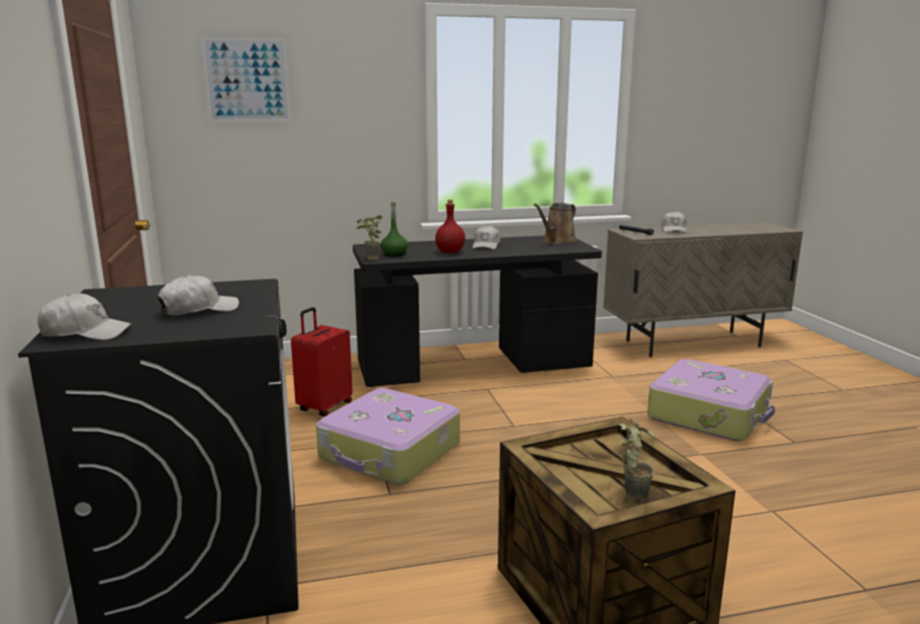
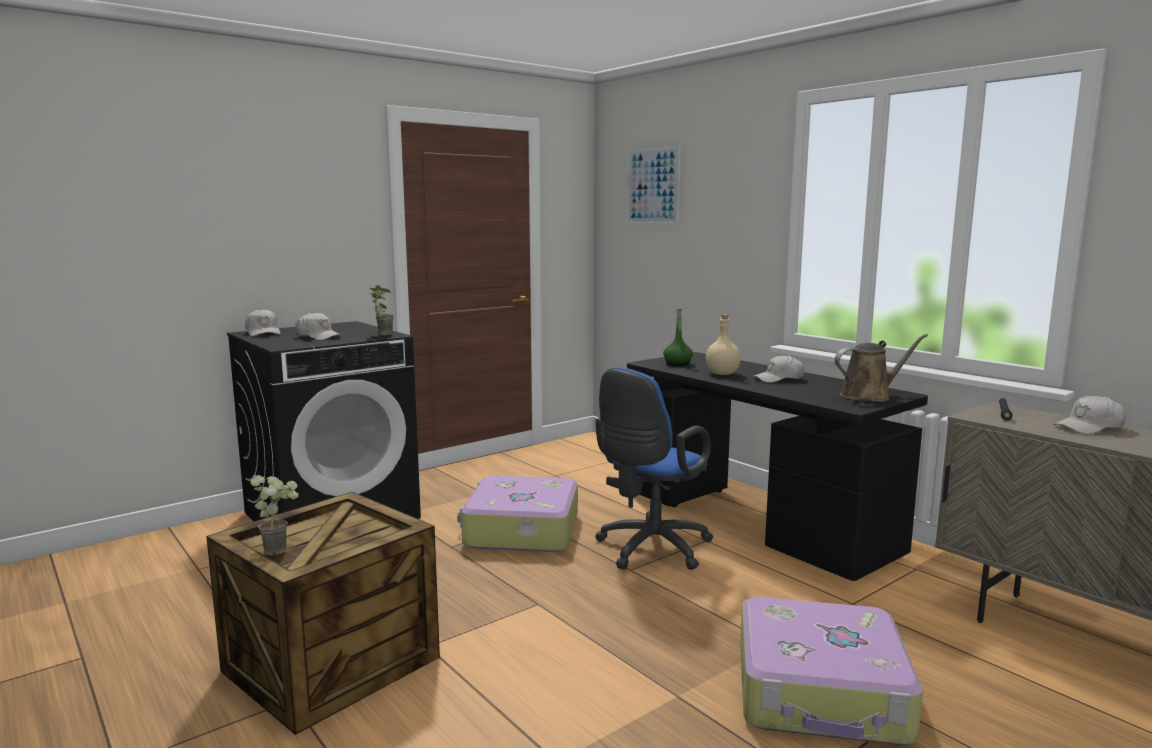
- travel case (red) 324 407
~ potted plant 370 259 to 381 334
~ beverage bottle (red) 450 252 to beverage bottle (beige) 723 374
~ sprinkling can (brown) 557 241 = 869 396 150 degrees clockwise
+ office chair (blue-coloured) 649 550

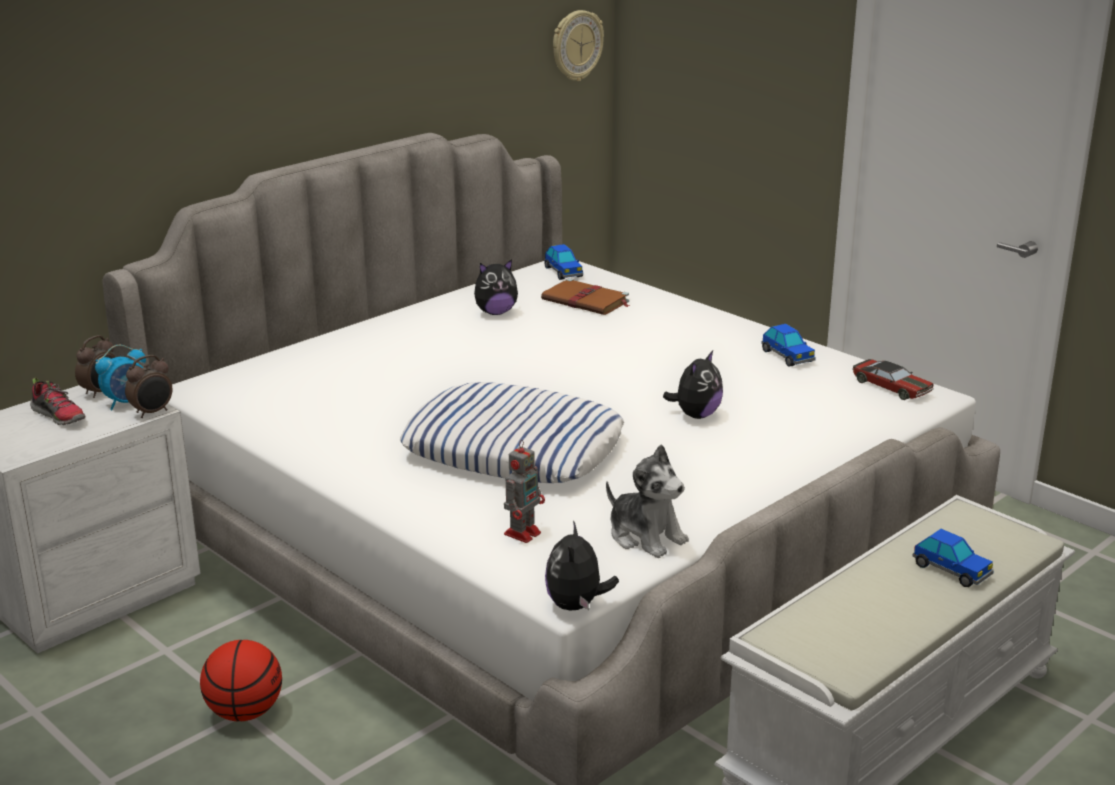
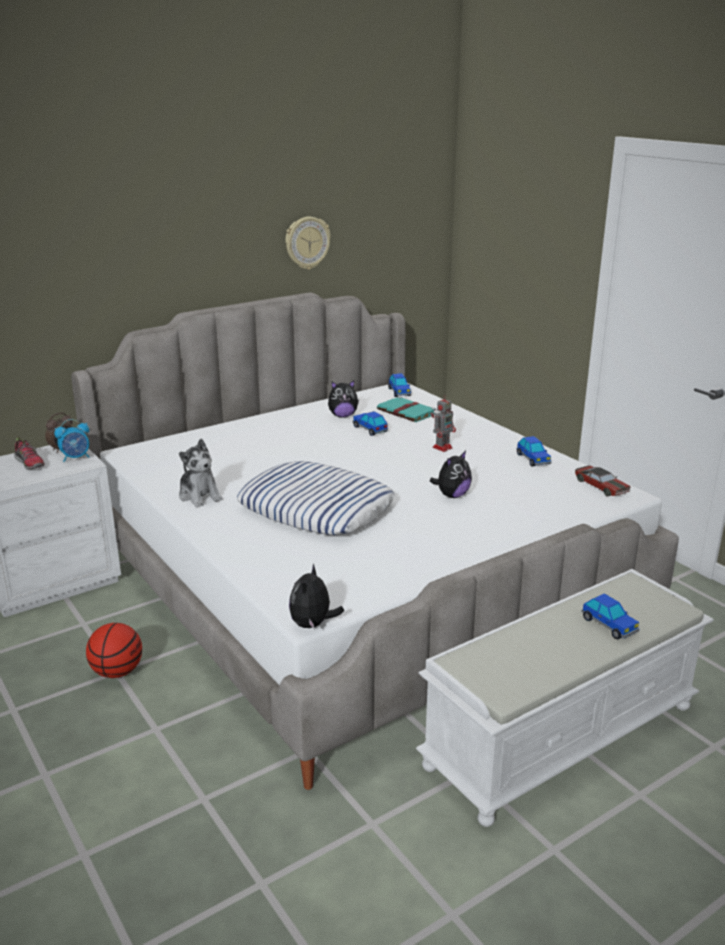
- bedside clock 152 412
~ model robot 523 532 to 443 447
~ volume (brown) 586 301 to volume (blue-green) 407 412
~ clock on the wall 576 45 to 307 243
~ plush toy 646 536 to 200 496
+ toy car 370 429

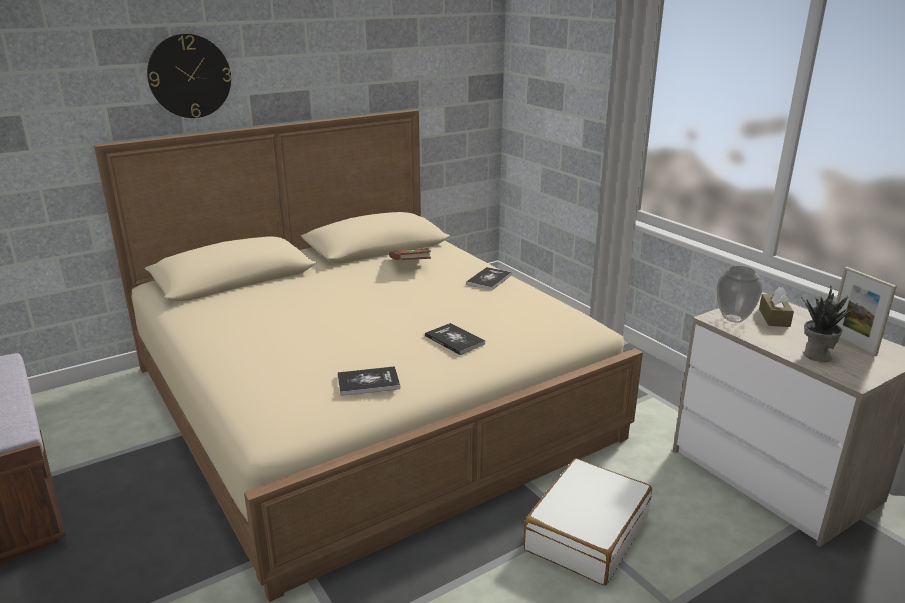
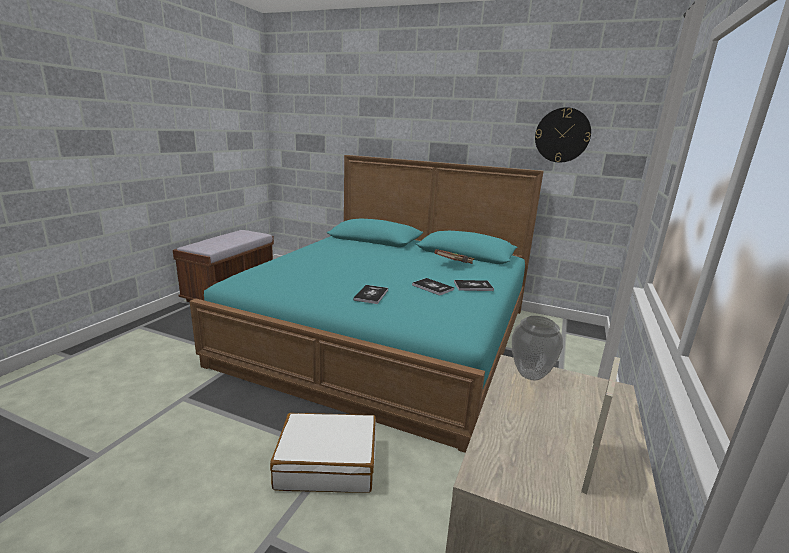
~ bed (beige) 365 400 to bed (blue-green) 386 334
~ clock on the wall 189 76 to 562 135
~ volume 368 382 to 432 287
- tissue box (brown) 774 318
- potted plant 816 355

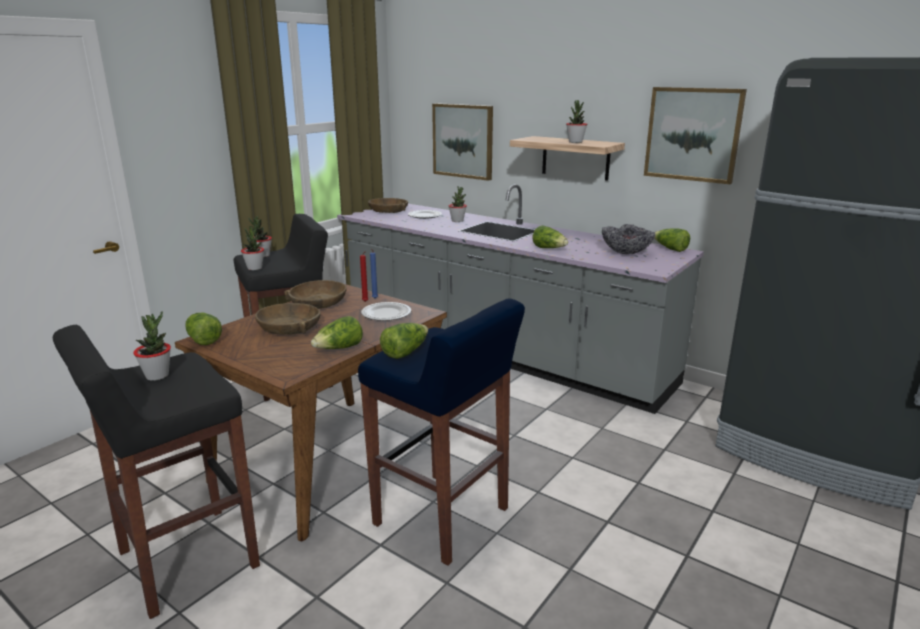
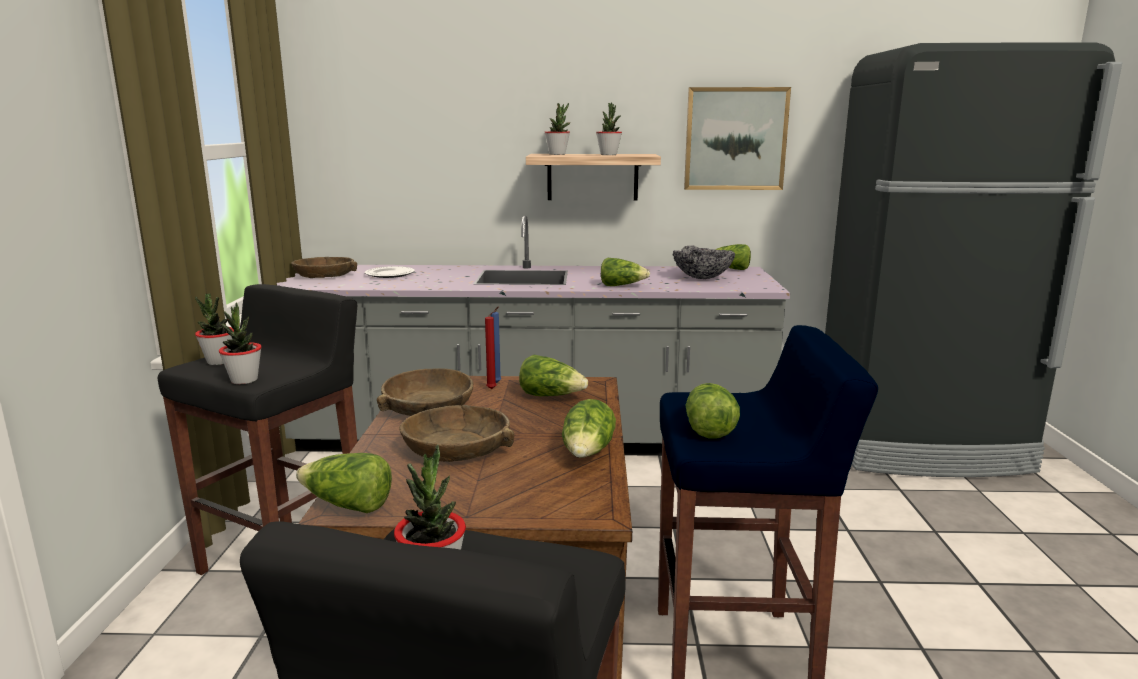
~ plate 386 313 to lettuce 551 396
- wall art 463 141
~ potted plant 457 221 to 557 154

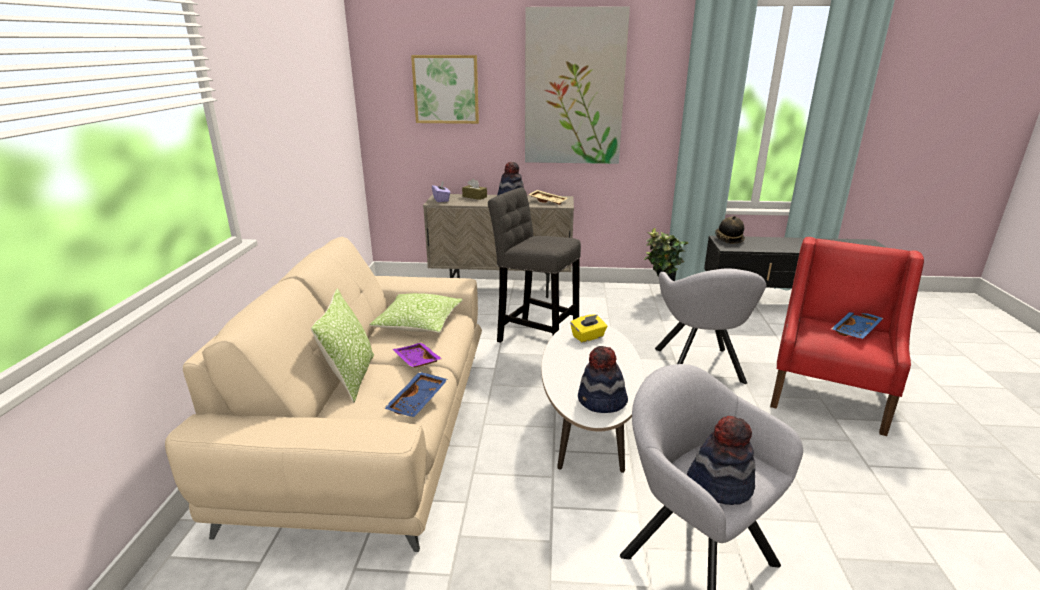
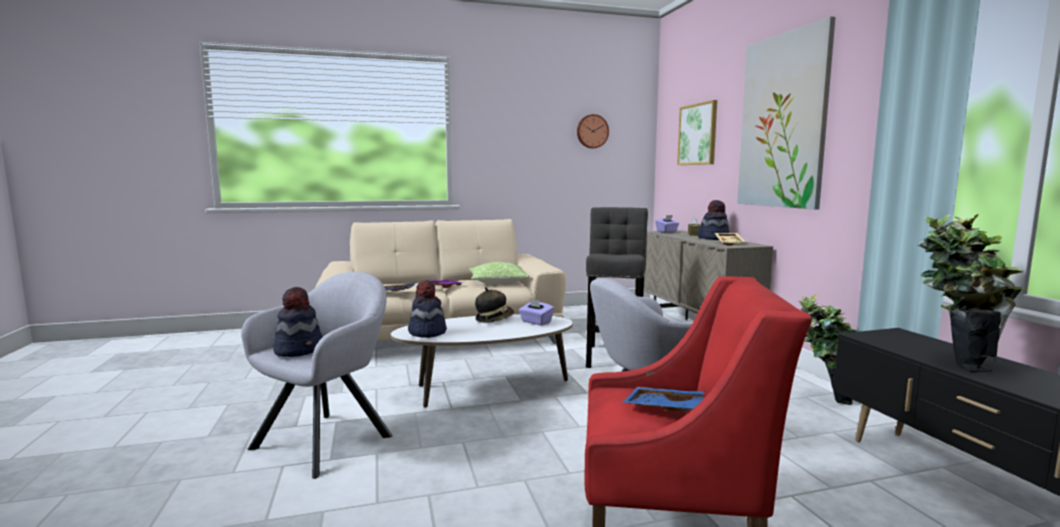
- cushion 351 377
~ tissue box (yellow) 588 337 to tissue box (purple-coloured) 536 322
~ hat 728 239 to 494 319
+ clock on the wall 592 131
+ potted plant 955 361

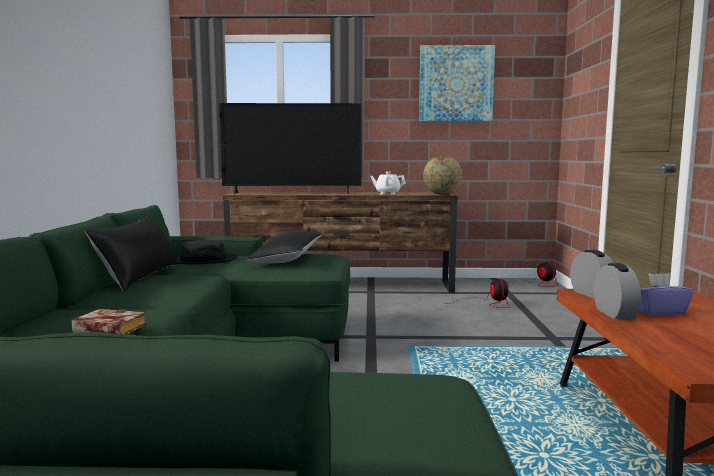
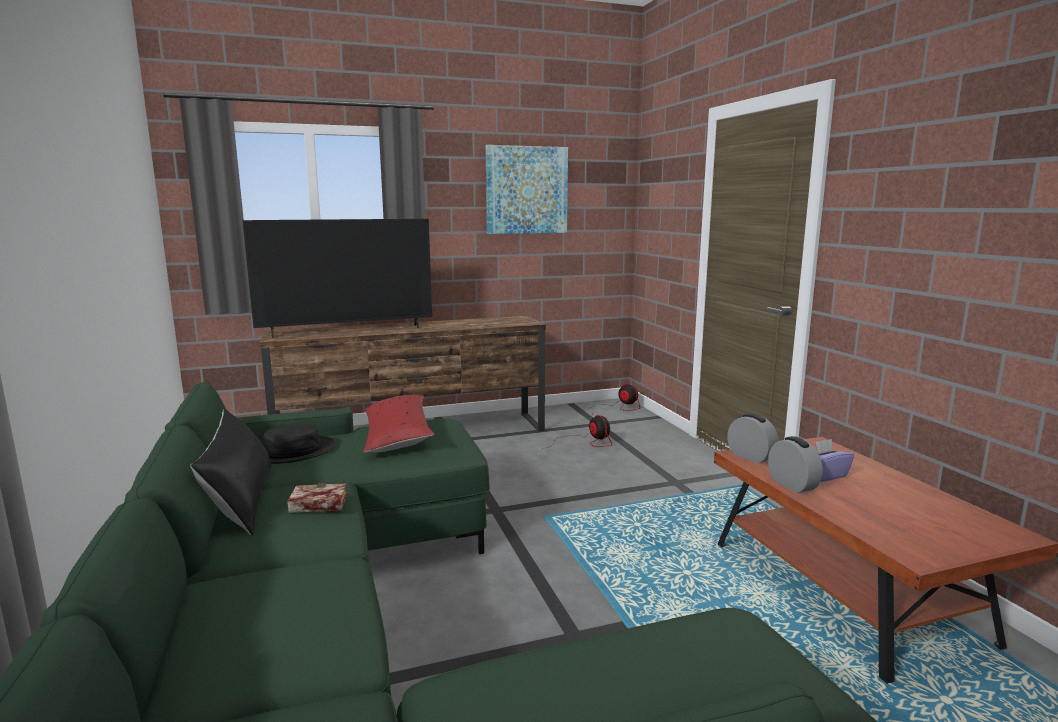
~ volume 106 329 to 316 505
~ cushion (blackish) 287 258 to cushion (red) 397 435
- pot for tea (whitish) 387 193
- world globe 442 194

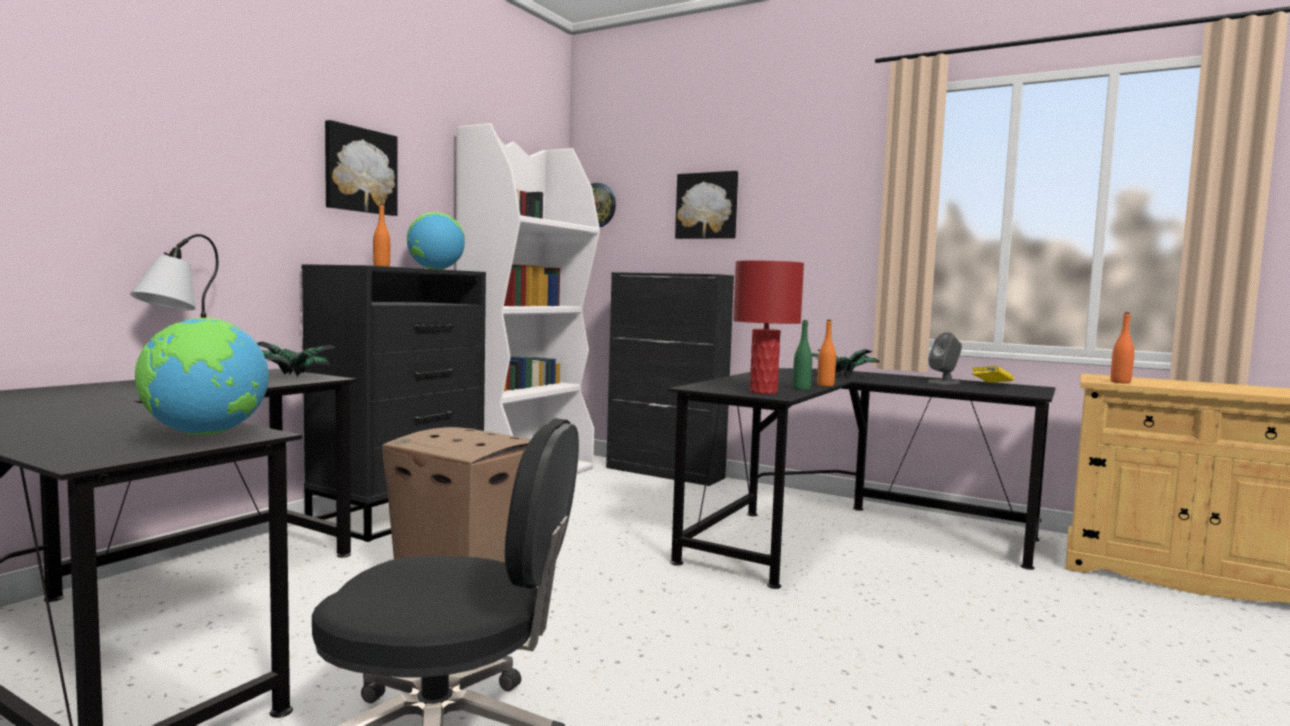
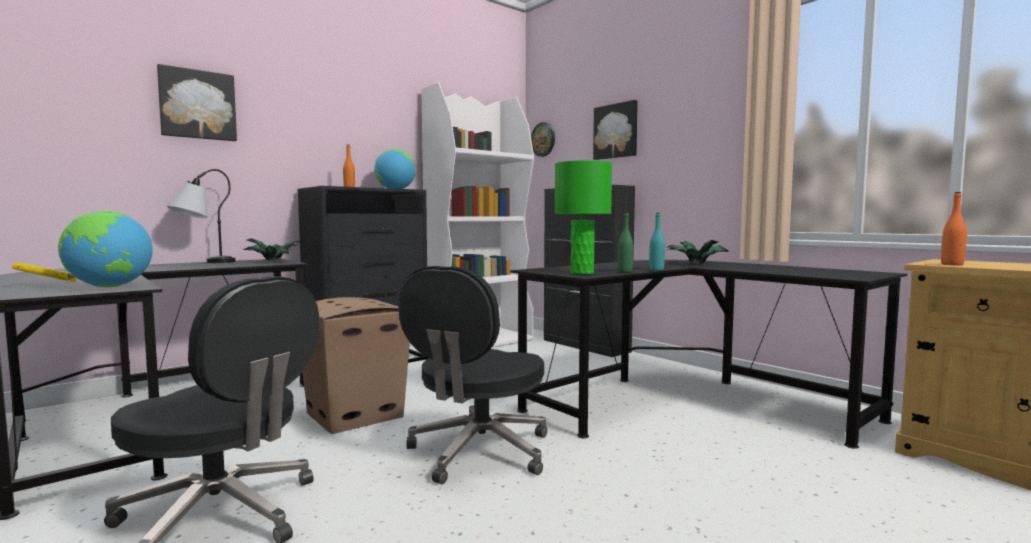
~ wall art 360 170 to 197 105
~ table lamp (red) 763 392 to table lamp (green-coloured) 582 273
~ beverage bottle (orange) 825 385 to beverage bottle (blue-green) 656 269
- loudspeaker (gray) 944 382
~ volume (yellow) 991 384 to 47 284
+ office chair (blackish) 478 452

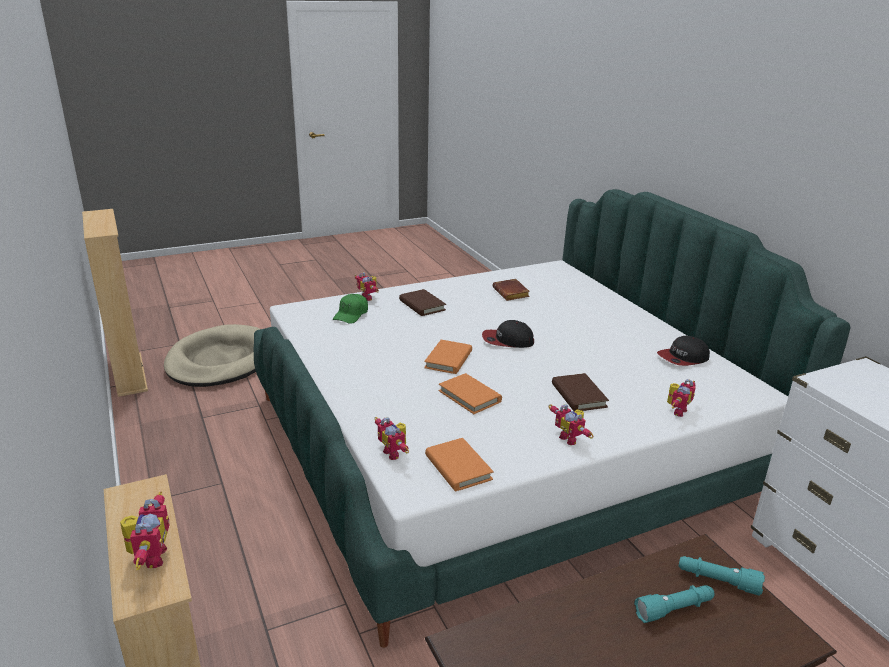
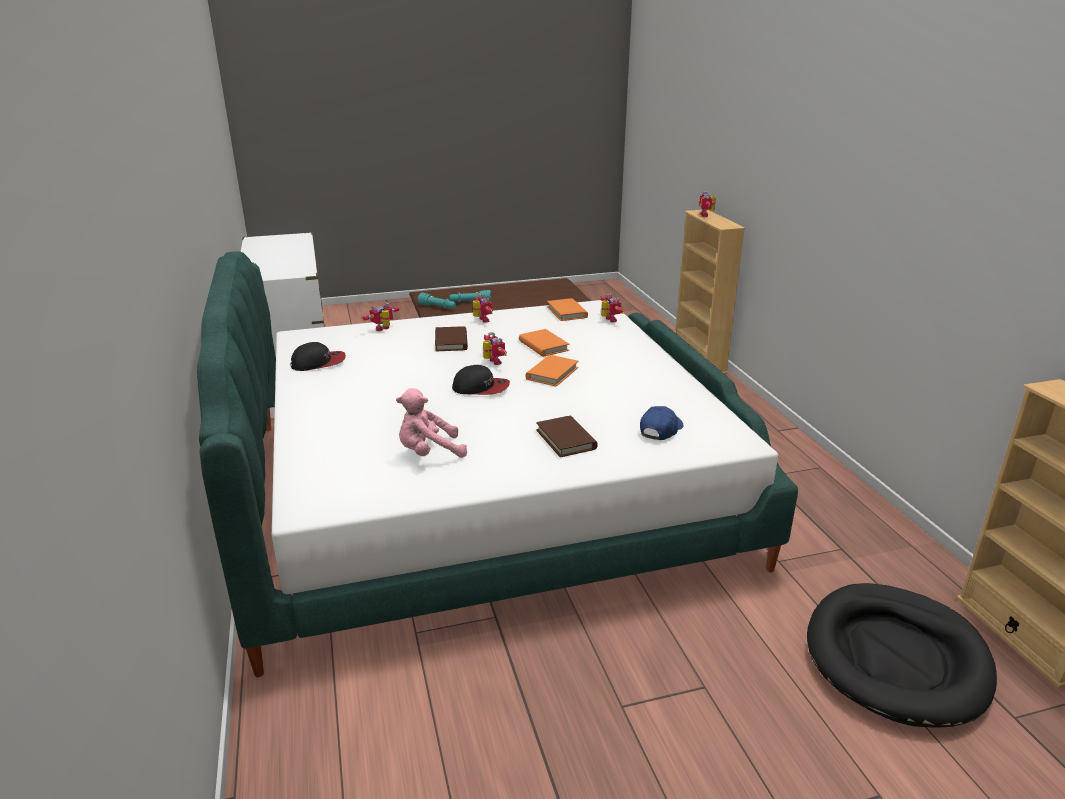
~ dog cushion (beige) 220 361 to dog cushion (blackish) 896 658
~ peaked cap (green-coloured) 351 315 to peaked cap (blue-coloured) 660 430
~ model robot 369 297 to 492 362
~ volume (brown) 512 293 to plush toy (pink-coloured) 429 453

